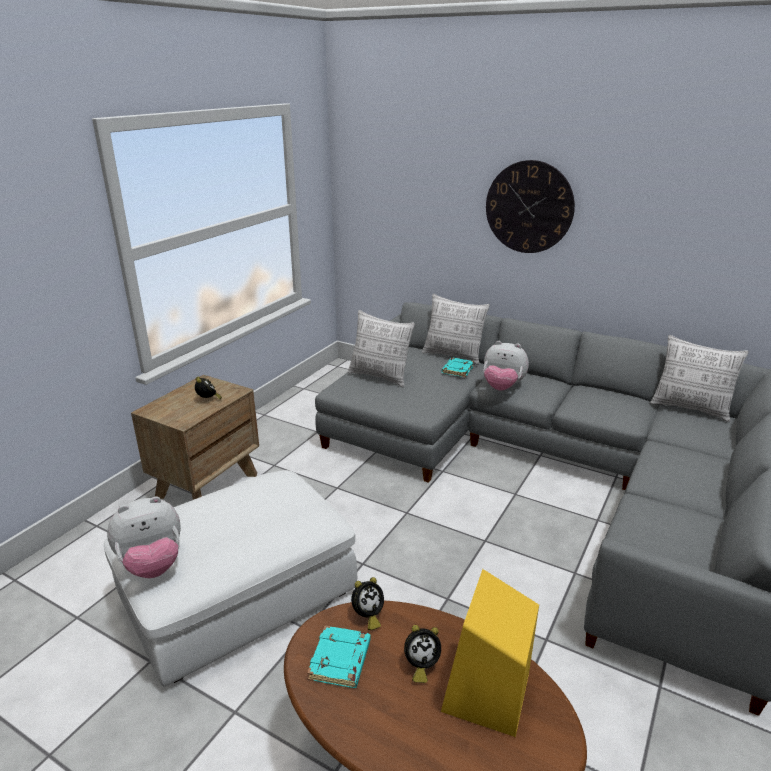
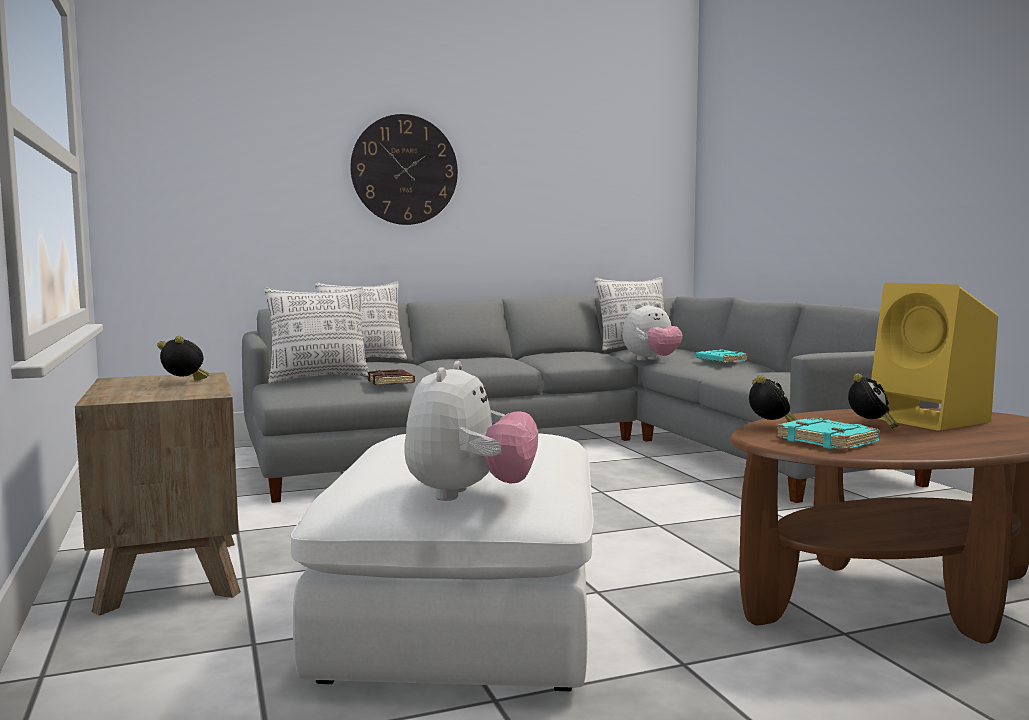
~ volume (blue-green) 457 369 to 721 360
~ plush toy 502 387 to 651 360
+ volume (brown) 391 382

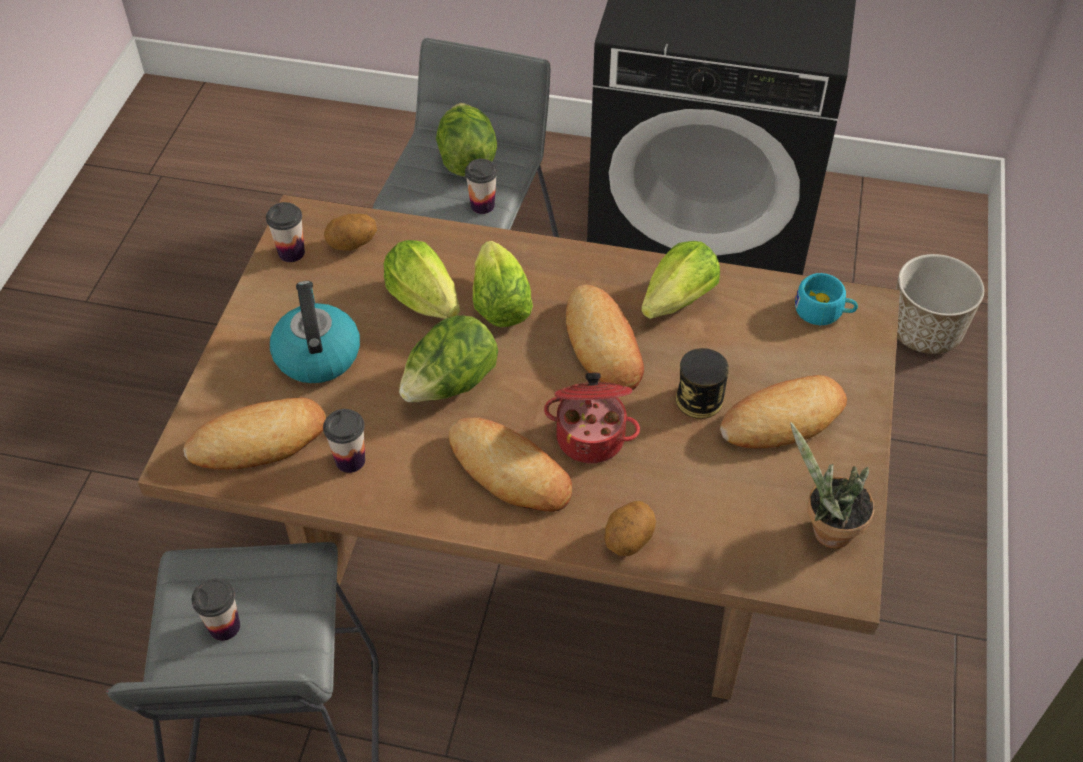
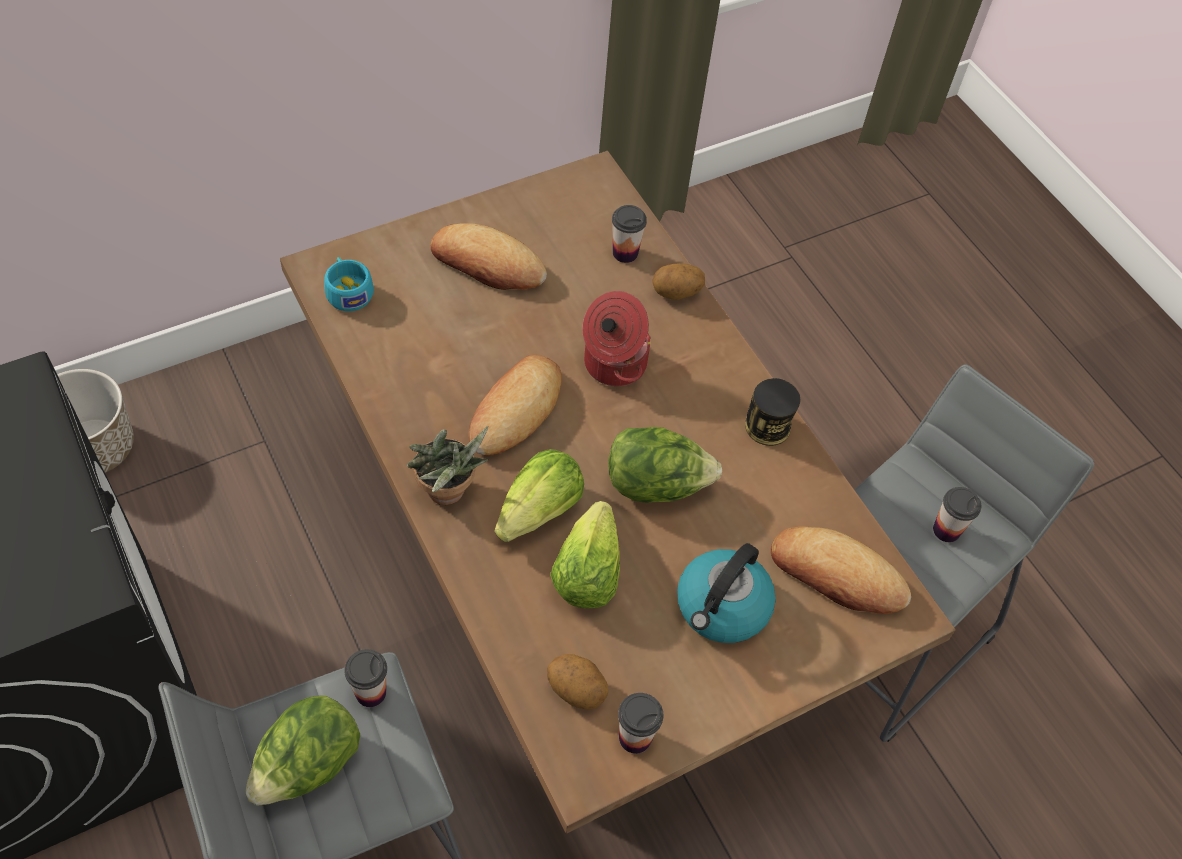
~ cup 350 460 to 625 253
- bakery bread 509 471
- lettuce 678 300
~ metal can 699 399 to 767 426
~ potted plant 825 531 to 448 495

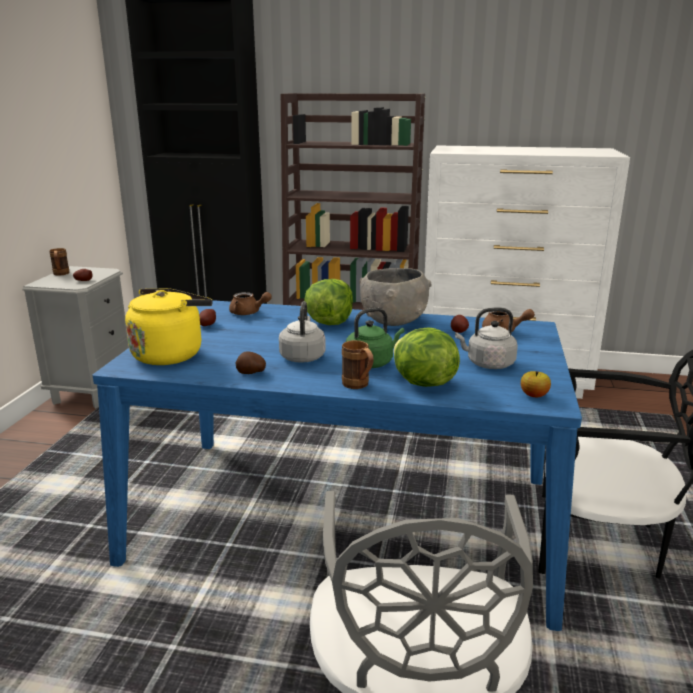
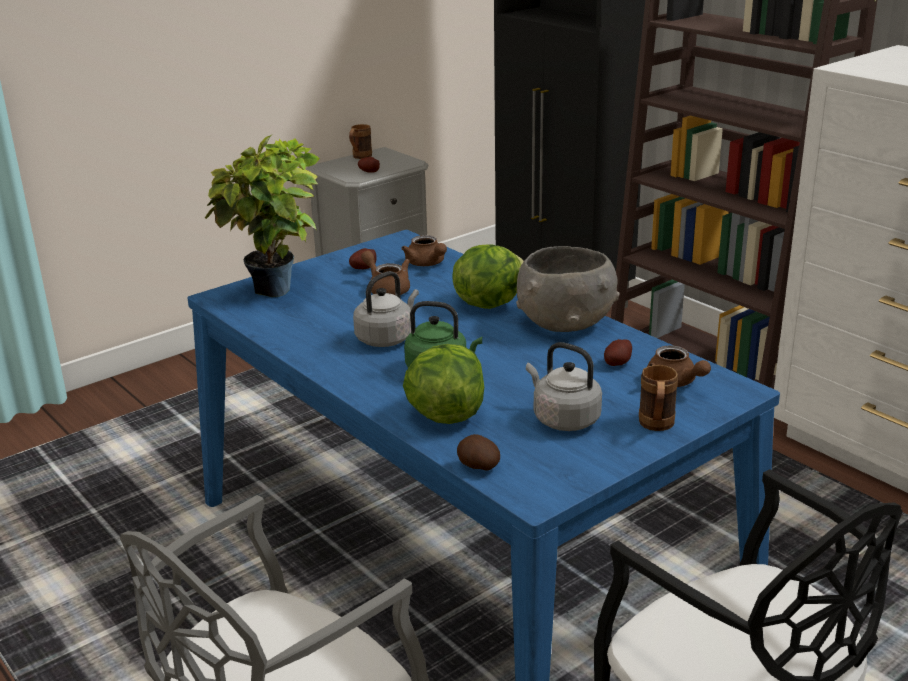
~ kettle (yellow) 170 354 to potted plant 277 294
~ spud 251 373 to 478 467
~ mug (brown) 358 386 to 656 427
- apple 534 395
+ pot for tea (brown) 386 288

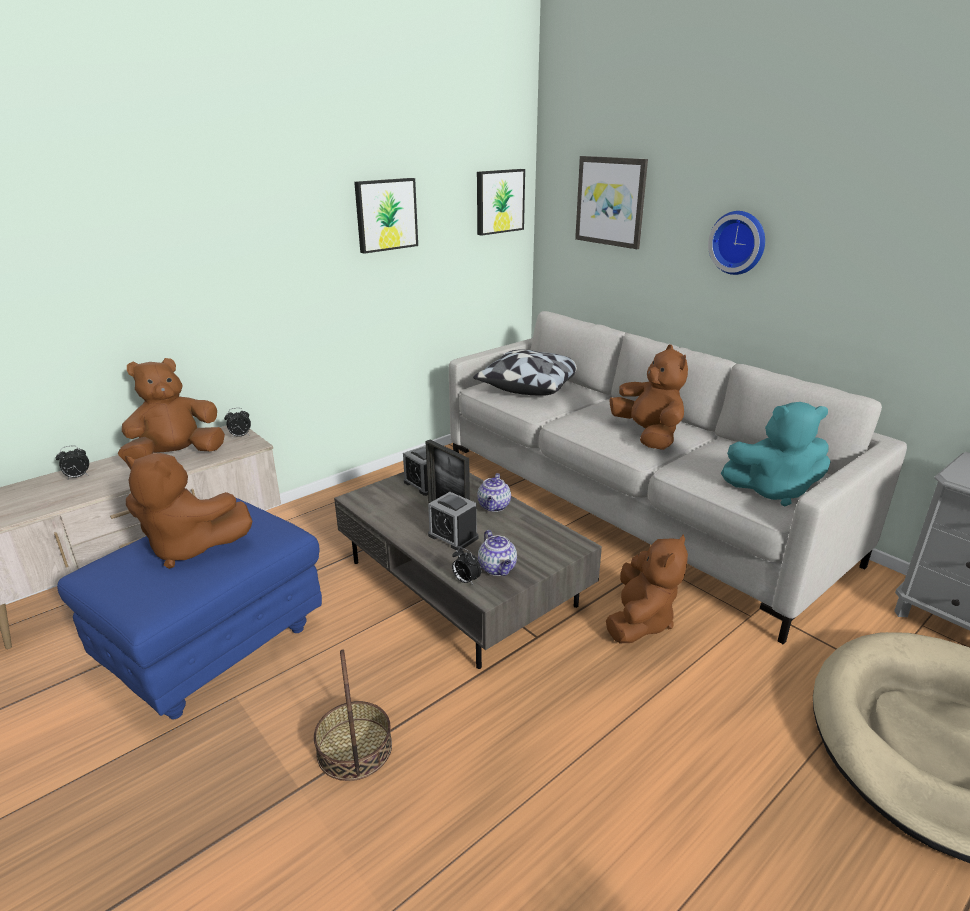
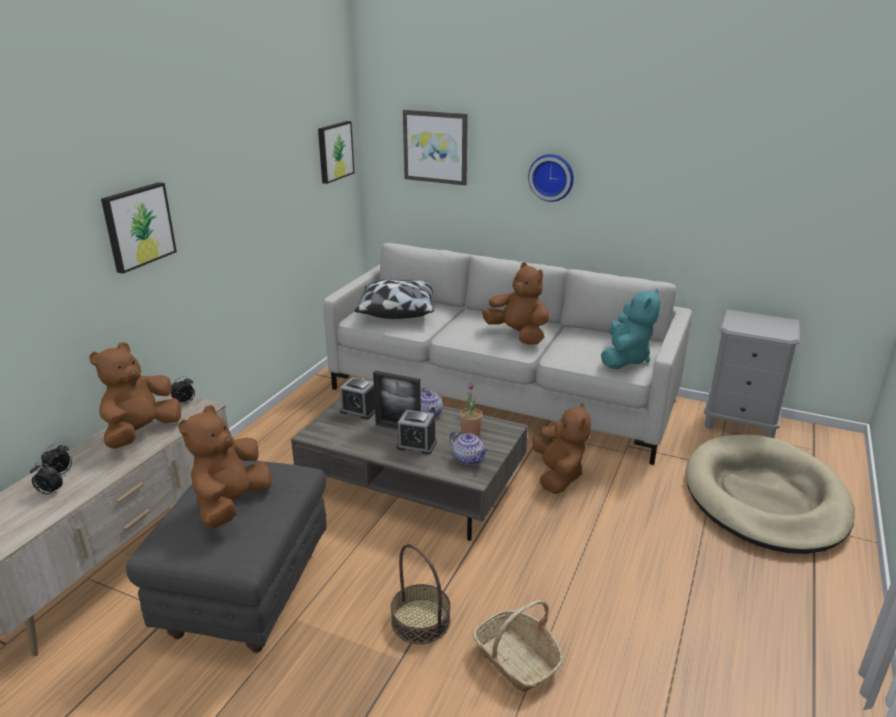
~ ottoman (blue-coloured) 215 649 to ottoman (gray) 246 593
~ plush toy (brown) 189 548 = 231 504 120 degrees clockwise
~ wall art 385 215 to 138 226
~ bedside clock 465 581 to 50 492
~ plush toy (blue-green) 772 490 = 625 359 45 degrees counterclockwise
+ potted plant 470 433
+ household basket 517 659

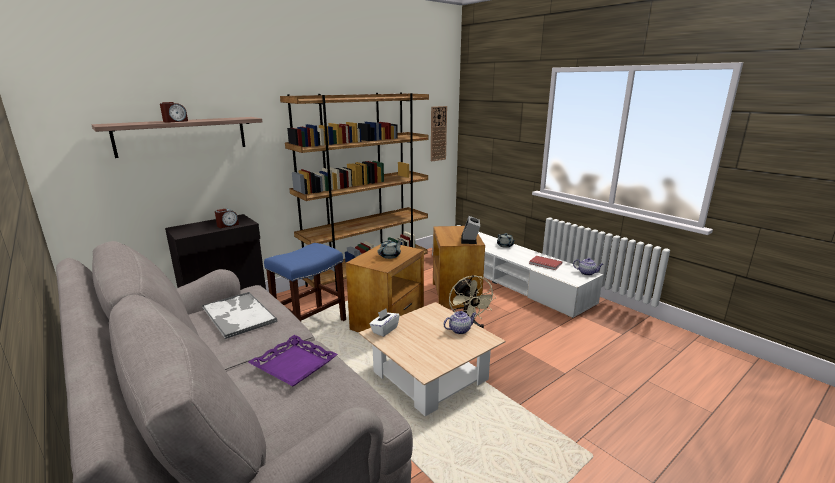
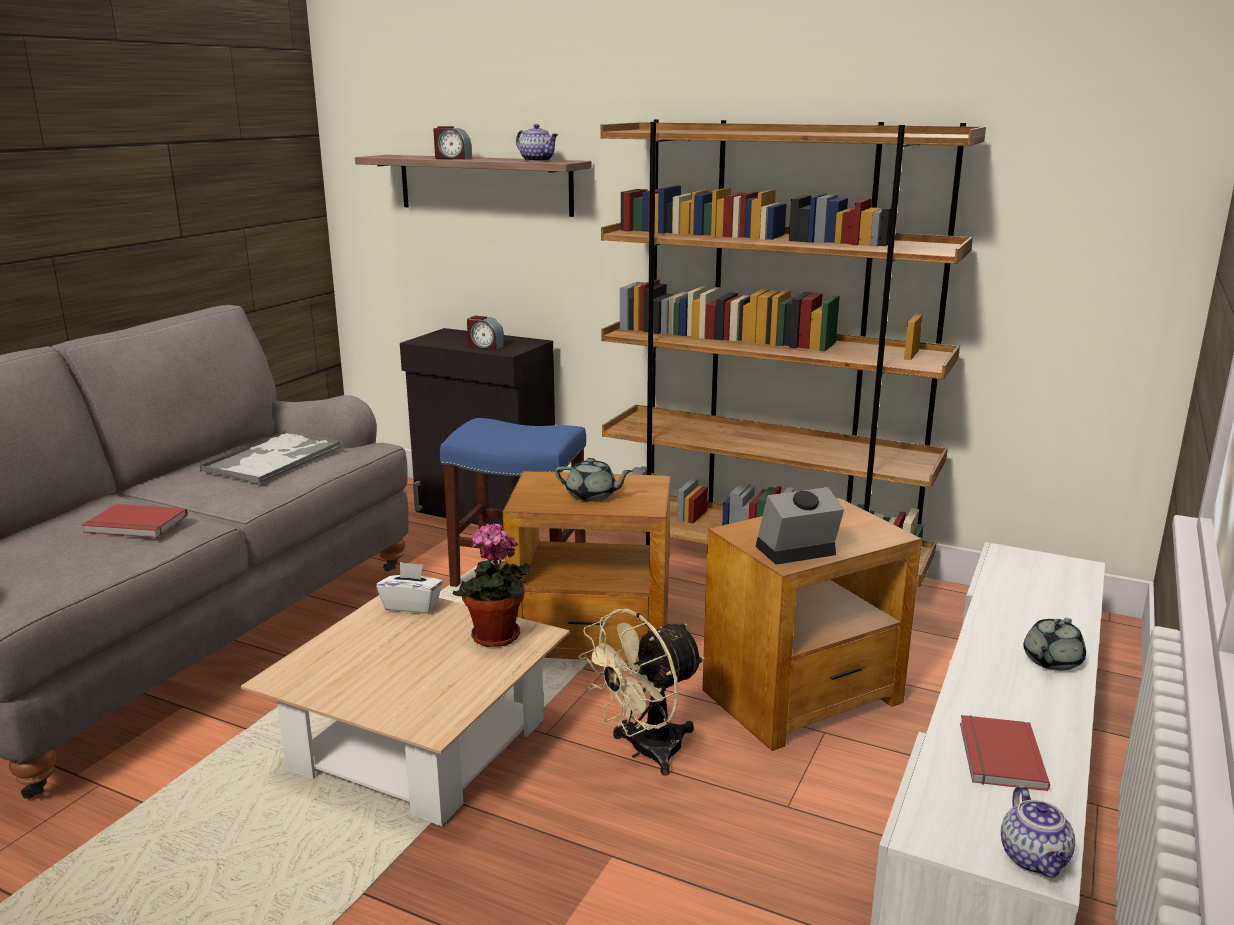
~ carrying tray (purple-coloured) 294 365 to volume (red) 135 525
- clock on the wall 438 133
~ pot for tea 460 330 to 538 160
+ potted plant 495 639

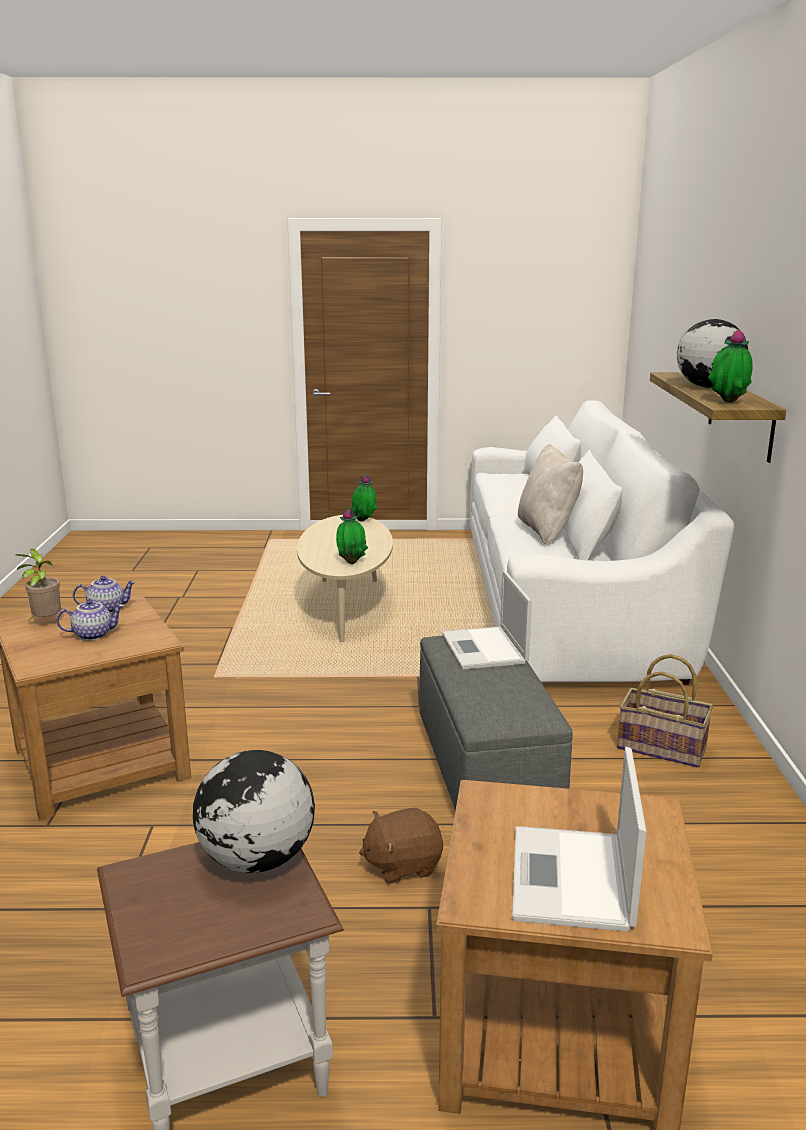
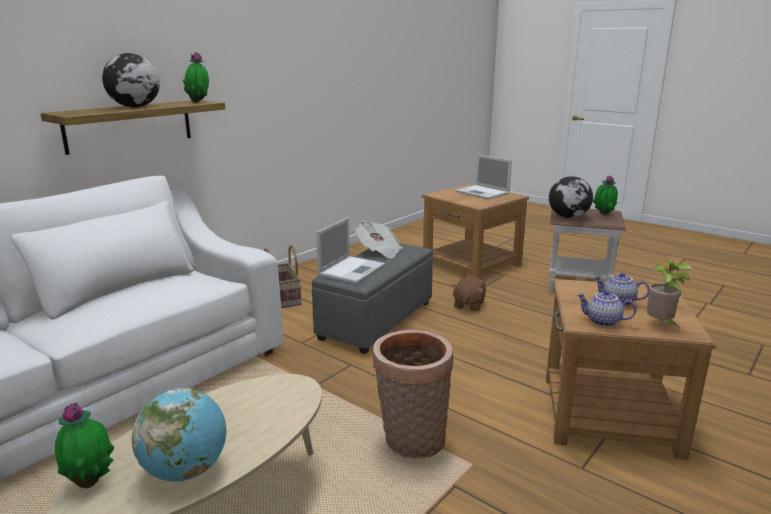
~ potted plant 351 562 to 603 215
~ plush toy (brown) 402 865 = 468 305 90 degrees clockwise
~ notebook computer 572 880 = 483 193 90 degrees clockwise
- cushion (beige) 547 531
+ world globe 186 470
+ daily paper 379 251
+ household basket 411 441

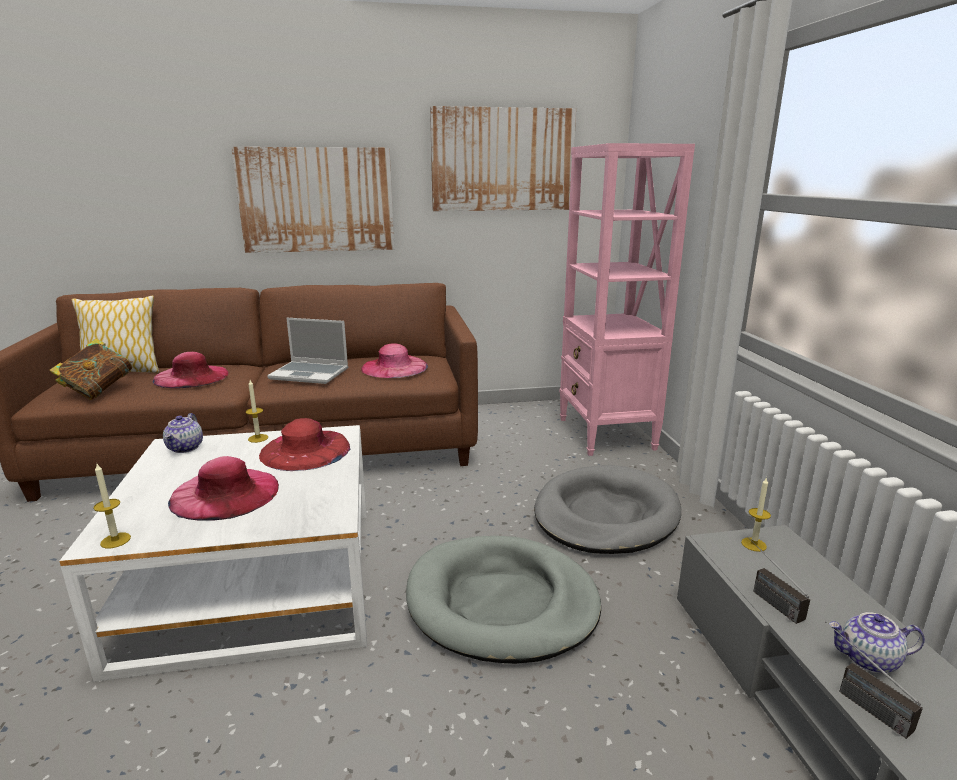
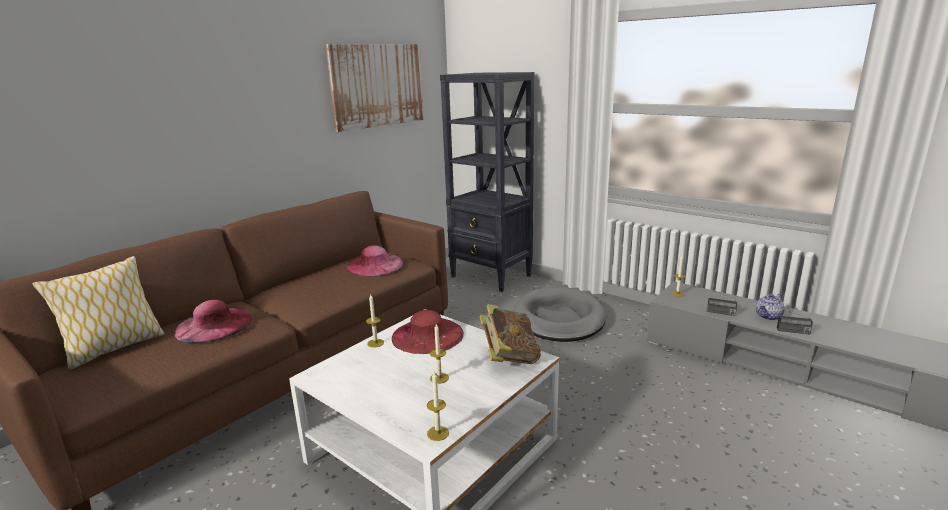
~ volume 99 391 to 509 356
- pot for tea 185 448
~ hat (pink-coloured) 225 493 to candle 439 378
- wall art 317 200
- notebook computer 310 374
- dog cushion (gray) 501 603
~ bookshelf (pink-coloured) 606 434 to bookshelf (blackish) 491 276

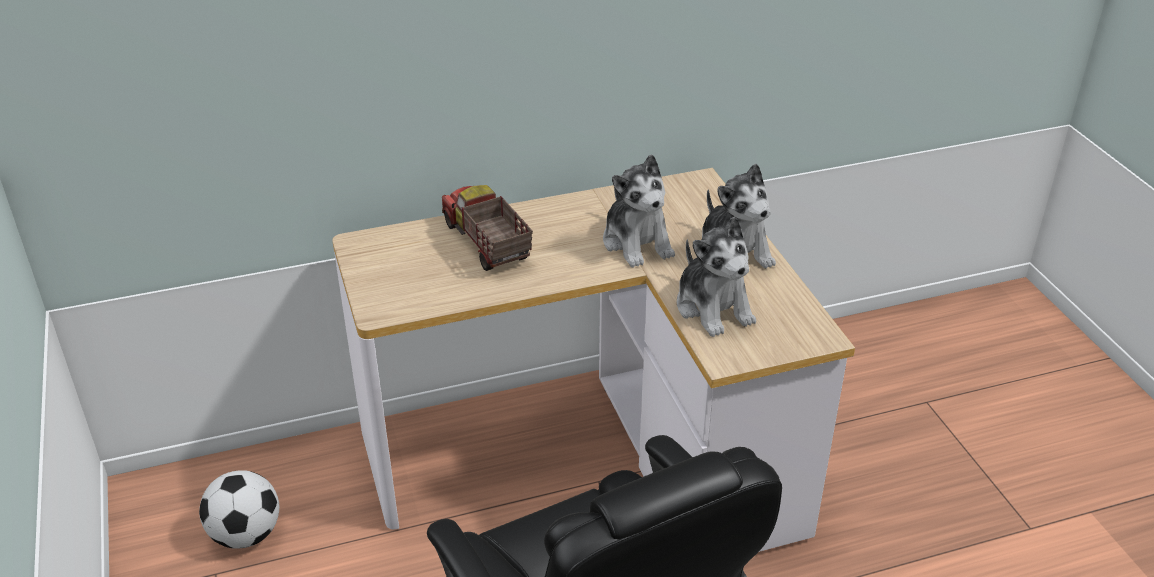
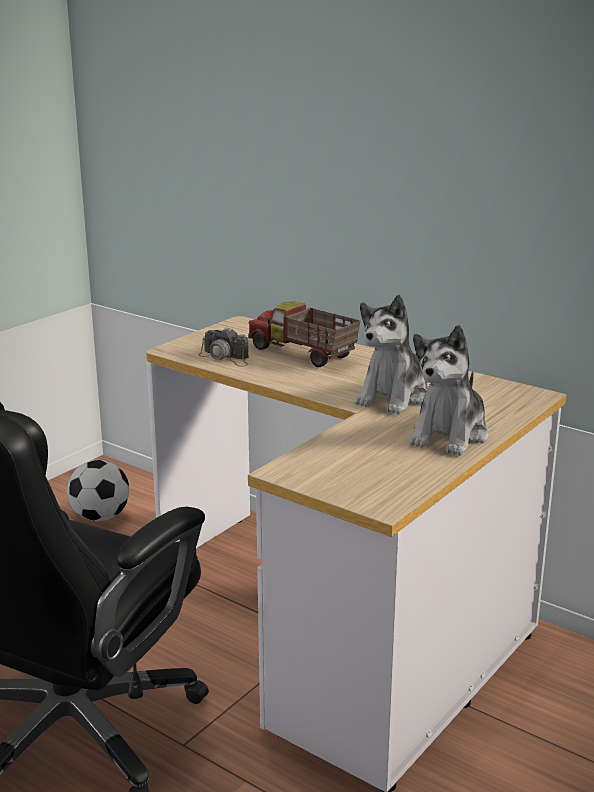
~ toy truck 486 244 = 302 354 75 degrees counterclockwise
- plush toy 713 307
+ still camera 226 358

